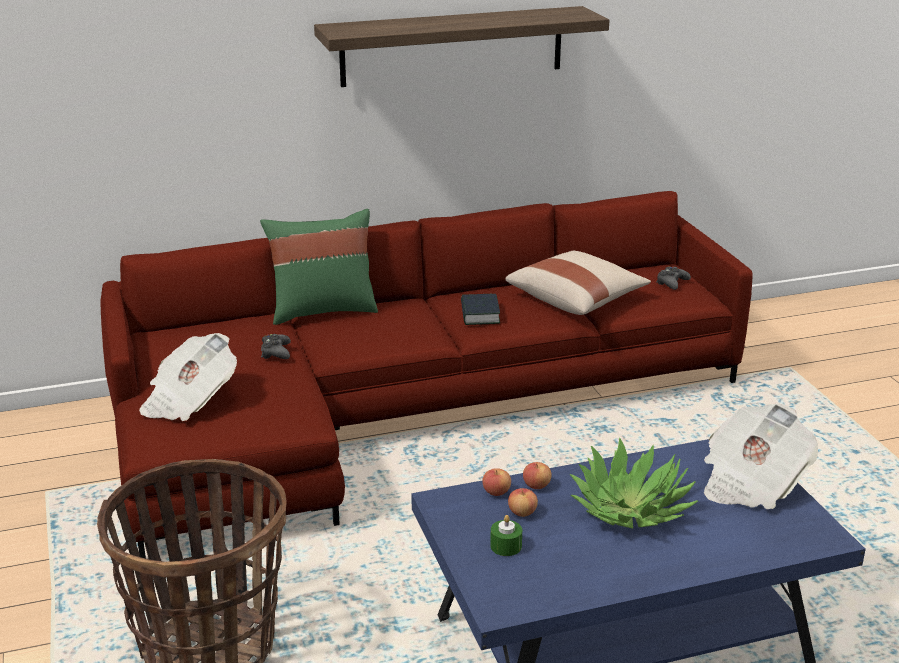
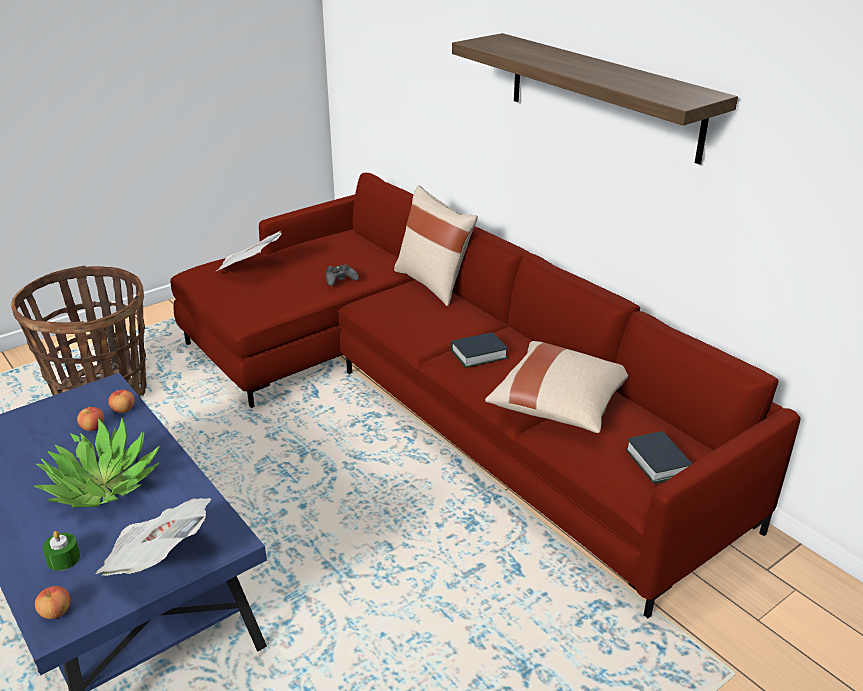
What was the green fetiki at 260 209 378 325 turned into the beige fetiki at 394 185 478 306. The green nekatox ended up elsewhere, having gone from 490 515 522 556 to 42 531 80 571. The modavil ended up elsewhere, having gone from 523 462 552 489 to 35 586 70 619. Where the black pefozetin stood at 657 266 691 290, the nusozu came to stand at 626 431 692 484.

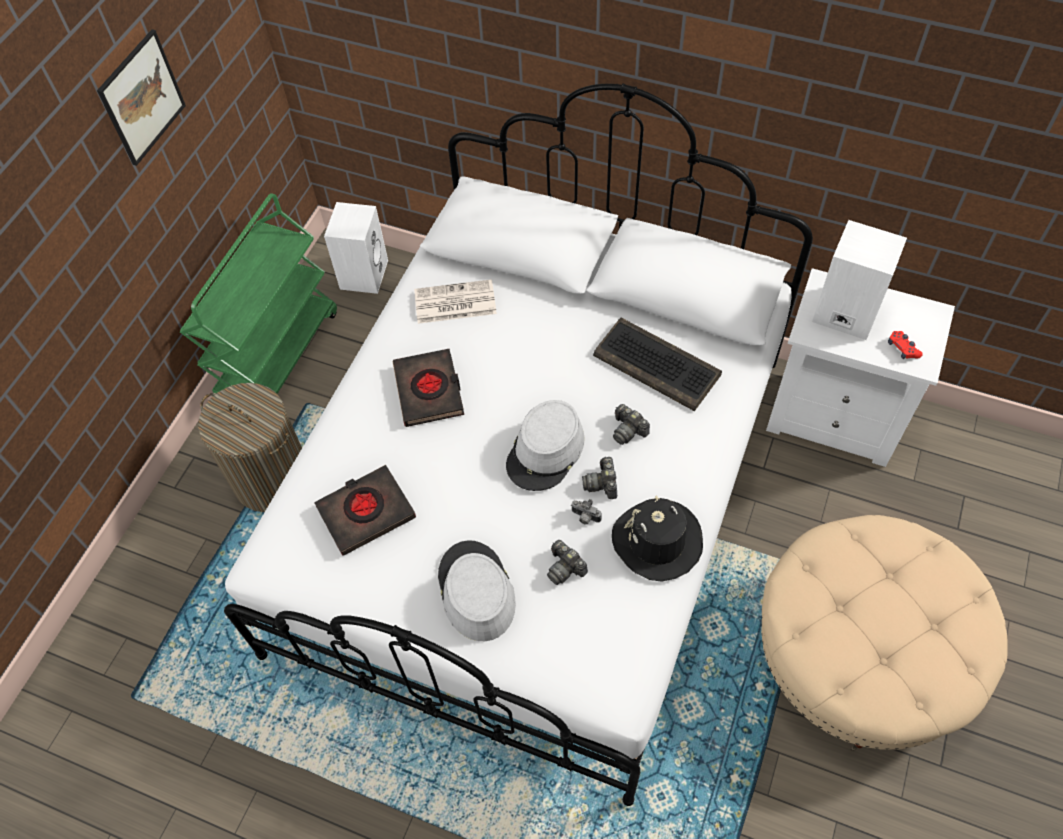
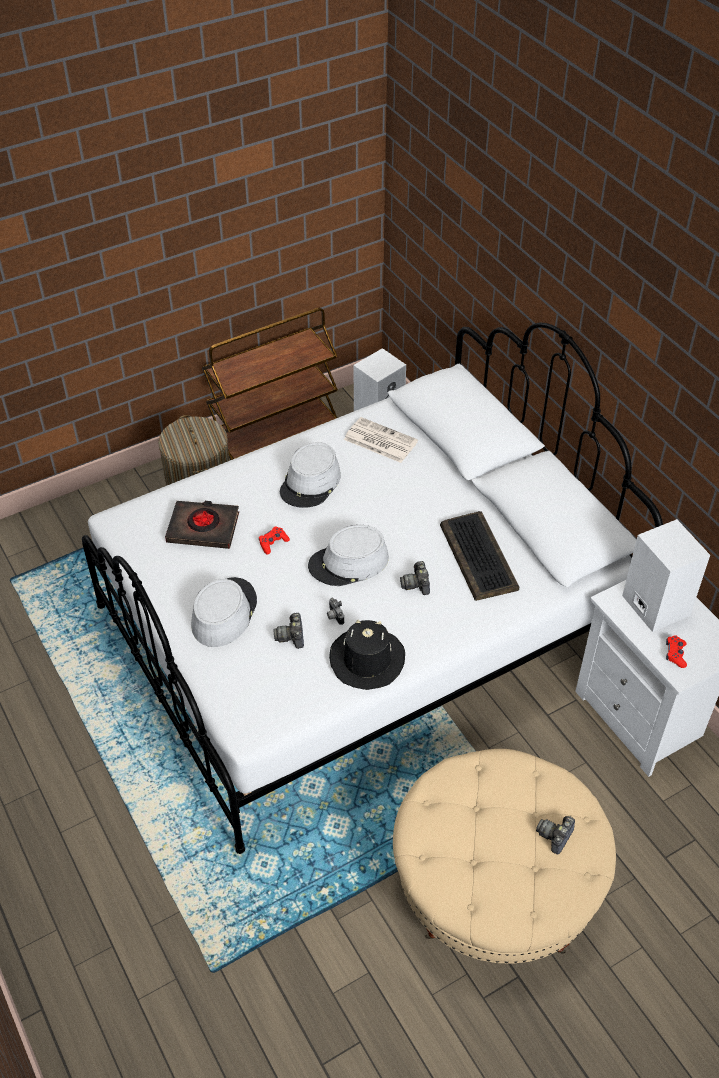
The second view lost the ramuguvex at 97 29 186 166. What was the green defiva at 180 193 337 396 turned into the brown defiva at 202 308 338 460. Where the black nusozu stood at 393 349 464 427, the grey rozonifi came to stand at 280 442 341 508. The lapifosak ended up elsewhere, having gone from 582 456 617 499 to 536 816 575 855. The second view gained the red pefozetin at 259 526 290 555.

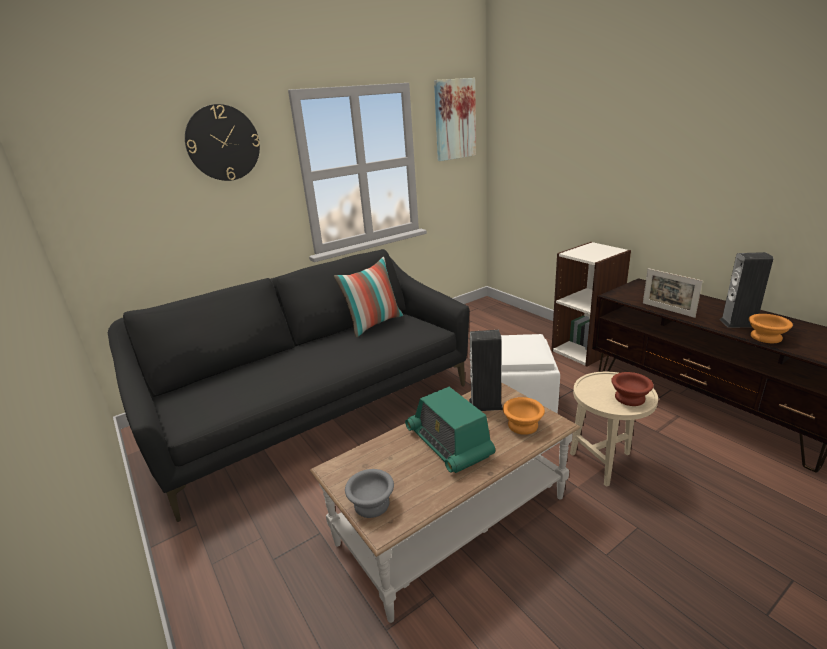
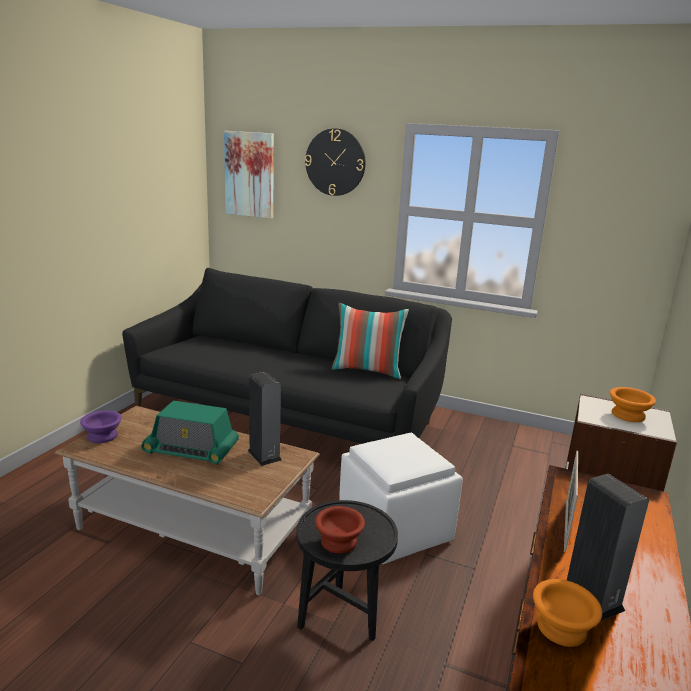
What was the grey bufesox at 345 469 394 518 turned into the purple bufesox at 80 410 122 443. The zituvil at 405 387 495 473 ended up facing another way, 105 degrees counterclockwise from before. The ramuguvex ended up elsewhere, having gone from 434 78 476 161 to 224 131 274 219. The orange bufesox ended up elsewhere, having gone from 503 397 545 435 to 610 387 656 422. What was the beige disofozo at 570 372 658 487 turned into the black disofozo at 297 500 398 641.

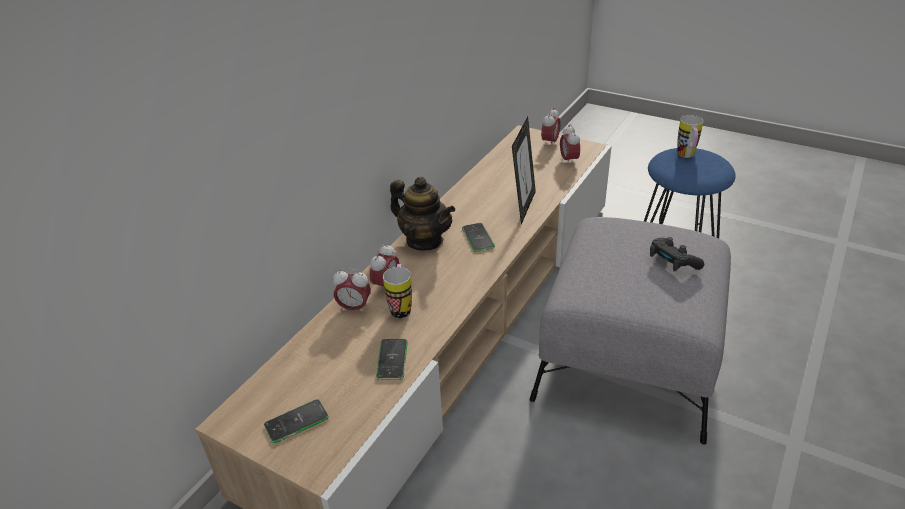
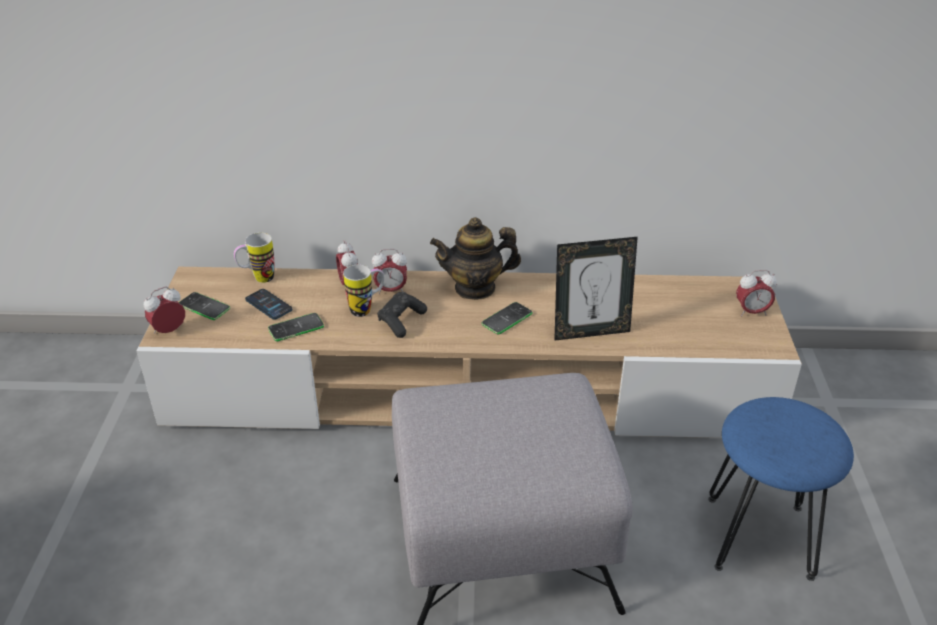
The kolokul at 390 177 455 251 ended up facing another way, 75 degrees clockwise from before. The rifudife ended up elsewhere, having gone from 560 124 580 166 to 144 286 185 333. The black pefozetin ended up elsewhere, having gone from 650 237 704 271 to 378 292 427 338. The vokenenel ended up elsewhere, having gone from 677 115 703 158 to 234 233 274 283. The second view gained the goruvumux at 245 289 293 320.

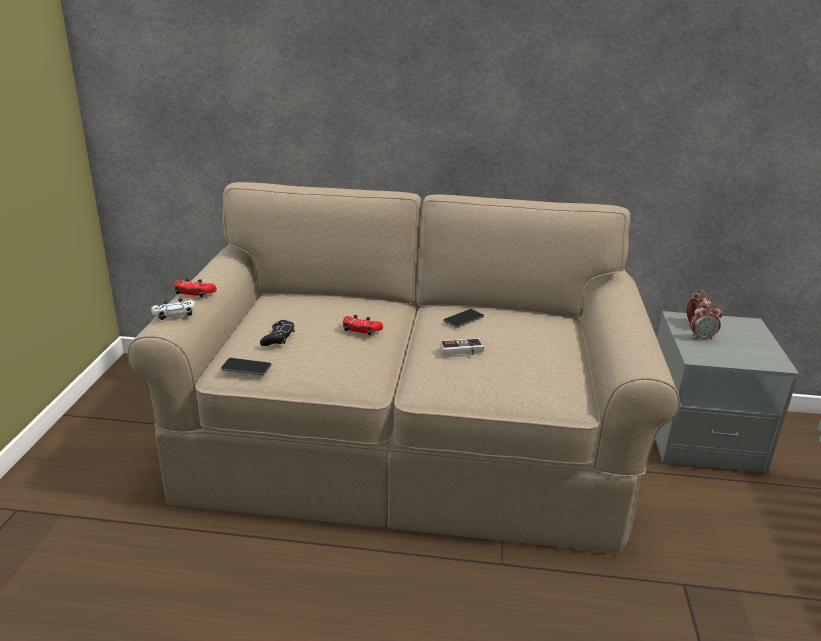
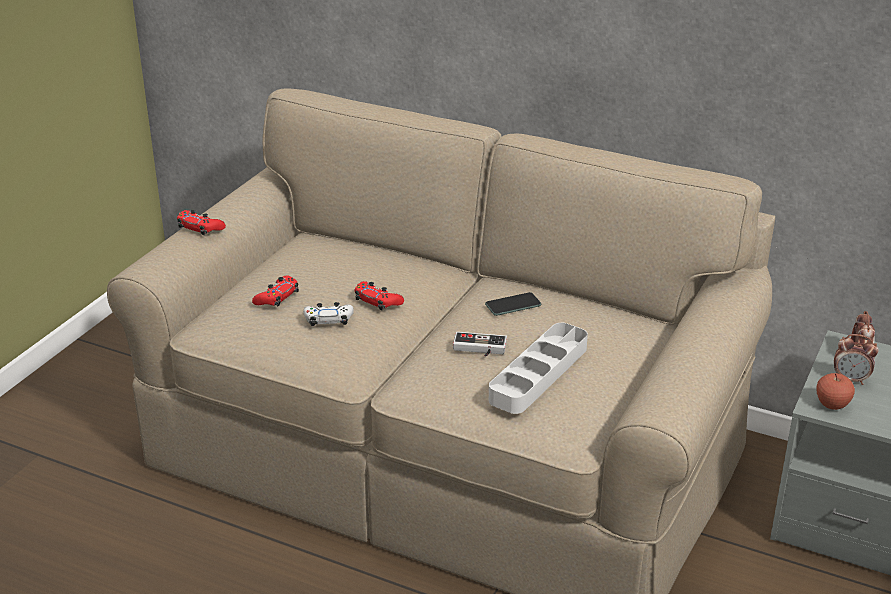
The white pefozetin ended up elsewhere, having gone from 151 299 195 320 to 303 302 354 326. The second view lost the goruvumux at 221 358 272 375. What was the black pefozetin at 260 320 295 346 turned into the red pefozetin at 252 275 299 306. The second view gained the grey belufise at 489 323 588 414. The second view gained the modavil at 817 373 855 410.

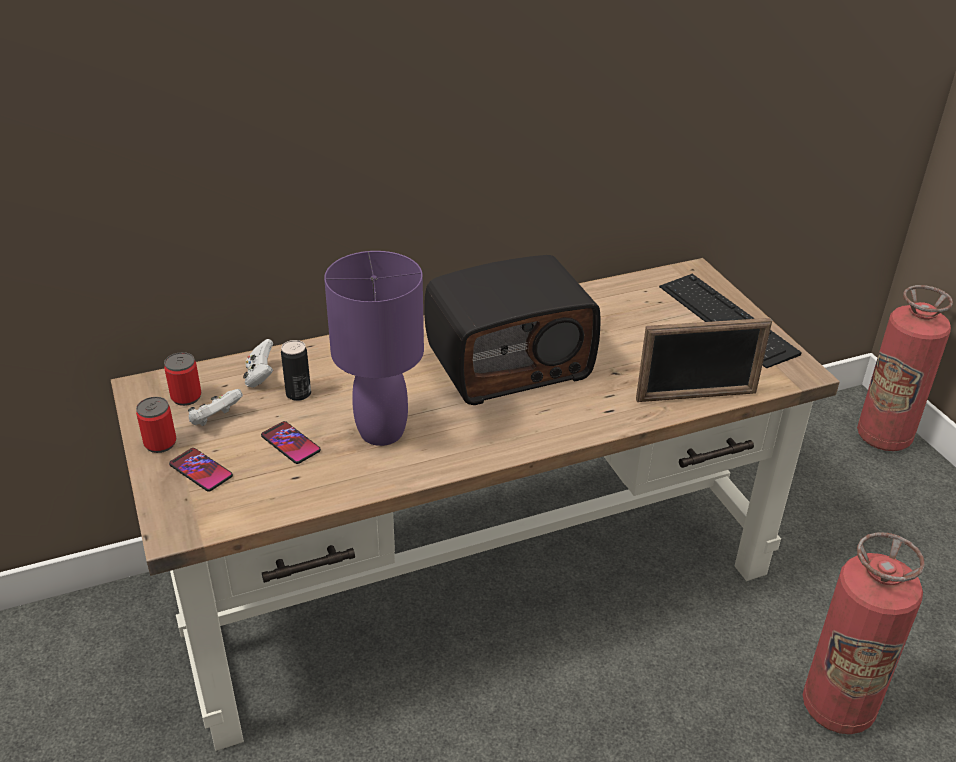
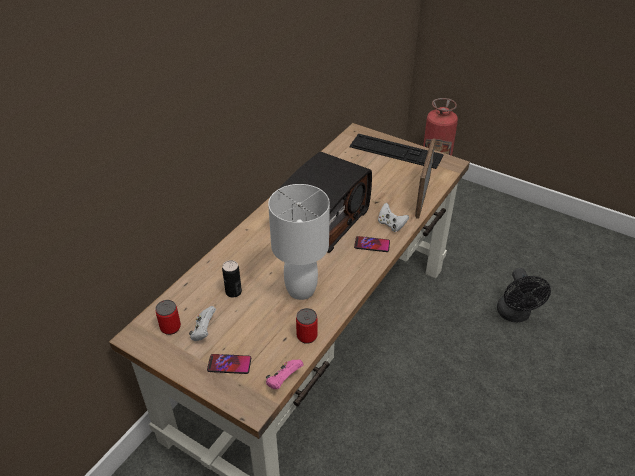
The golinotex ended up elsewhere, having gone from 136 397 176 453 to 296 308 318 344. The white pefozetin ended up elsewhere, having gone from 243 339 273 388 to 378 203 409 232. The goruvumux ended up elsewhere, having gone from 261 421 321 464 to 354 236 390 252. What was the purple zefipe at 324 251 424 446 turned into the white zefipe at 268 184 330 300. The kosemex at 636 318 772 402 ended up facing another way, 150 degrees clockwise from before. Where the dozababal stood at 803 532 925 734, the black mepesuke came to stand at 497 268 551 322. The second view gained the pink pefozetin at 266 360 304 389.

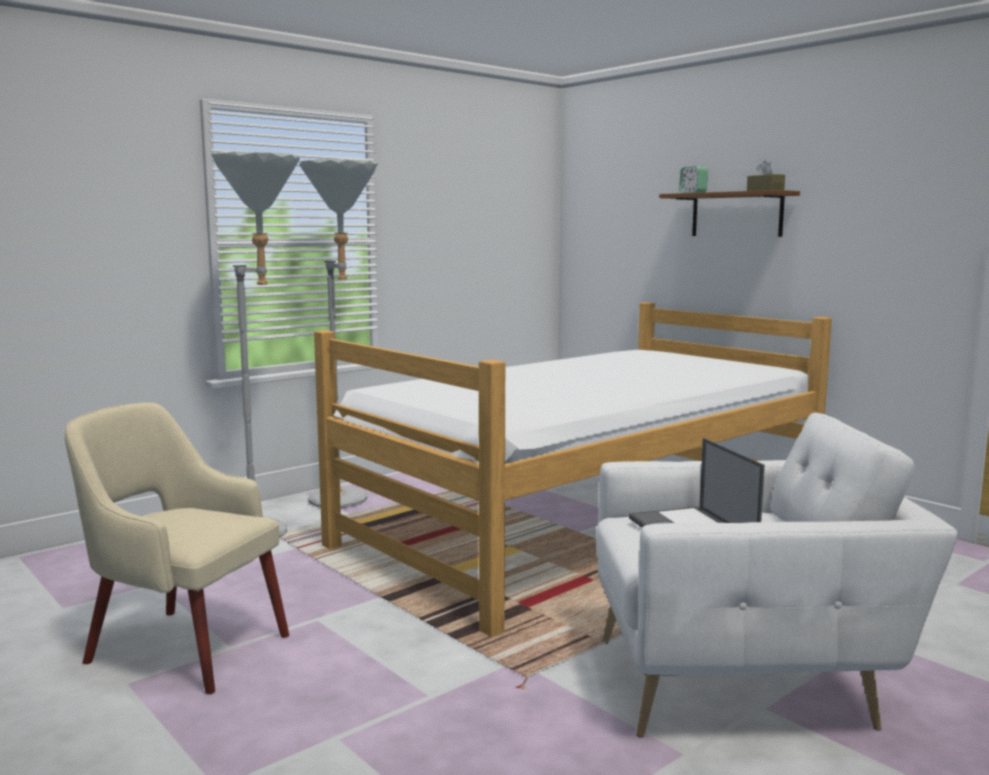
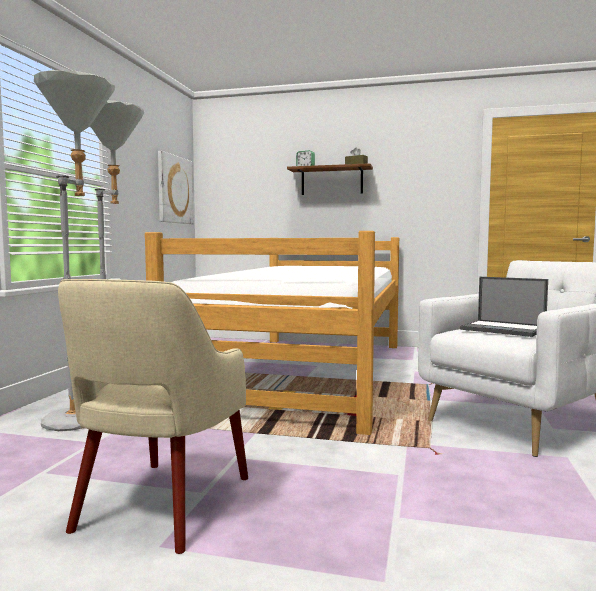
The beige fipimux at 65 402 289 694 ended up facing another way, 60 degrees counterclockwise from before. The second view gained the ramuguvex at 158 151 194 224.

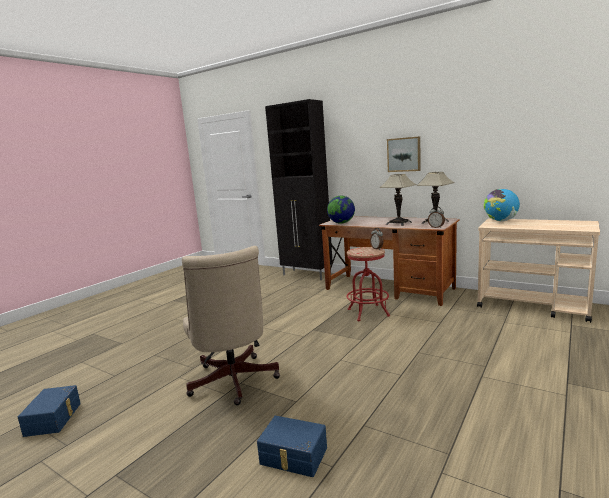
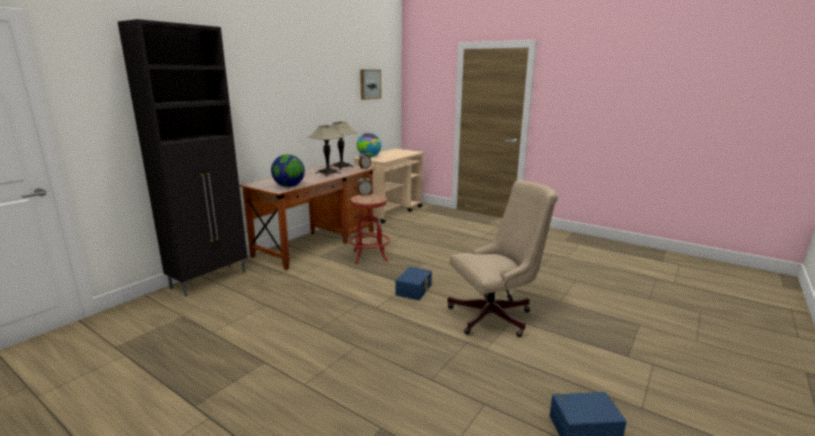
The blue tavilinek ended up elsewhere, having gone from 257 416 327 477 to 396 267 432 300. The ramuguvex ended up elsewhere, having gone from 387 136 421 172 to 360 70 381 100.

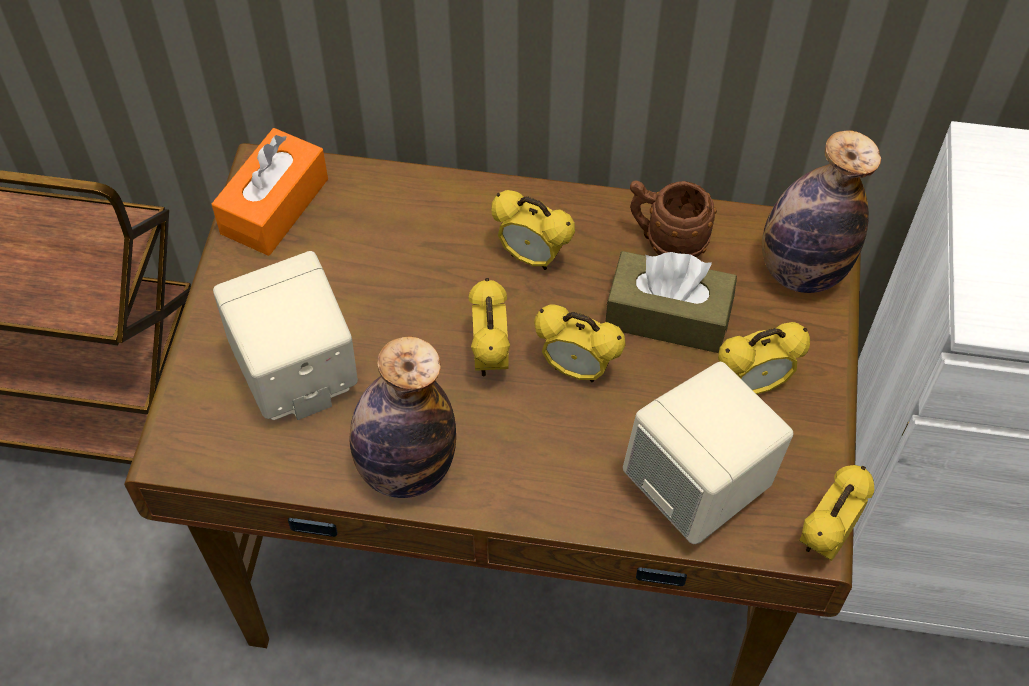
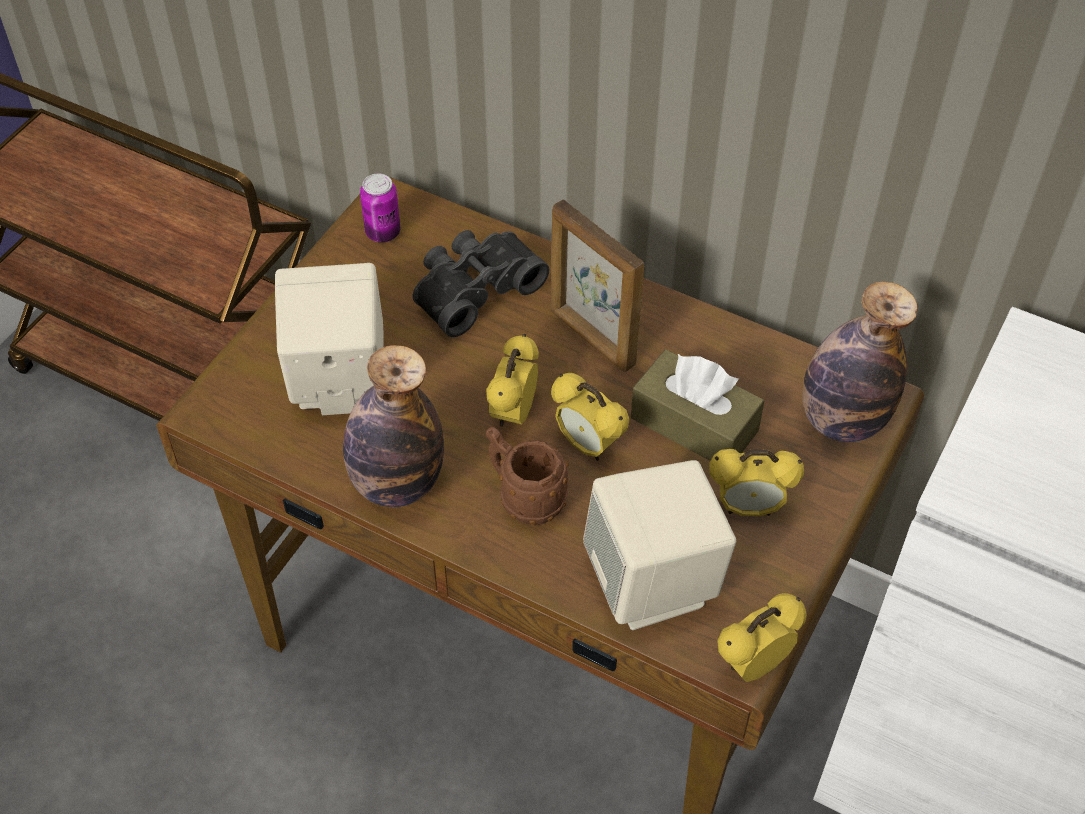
Where the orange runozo stood at 212 128 328 256, the golinotex came to stand at 360 174 401 242. Where the rifudife stood at 491 190 575 270, the kosemex came to stand at 551 199 644 372. The brown vokenenel ended up elsewhere, having gone from 630 181 717 257 to 486 427 569 525. The second view gained the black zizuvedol at 413 230 549 337.

